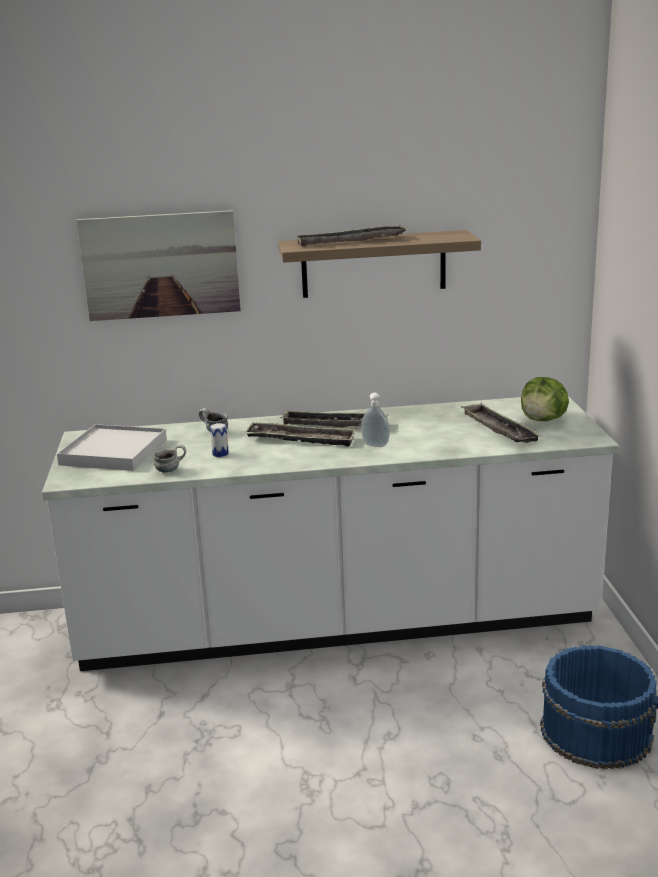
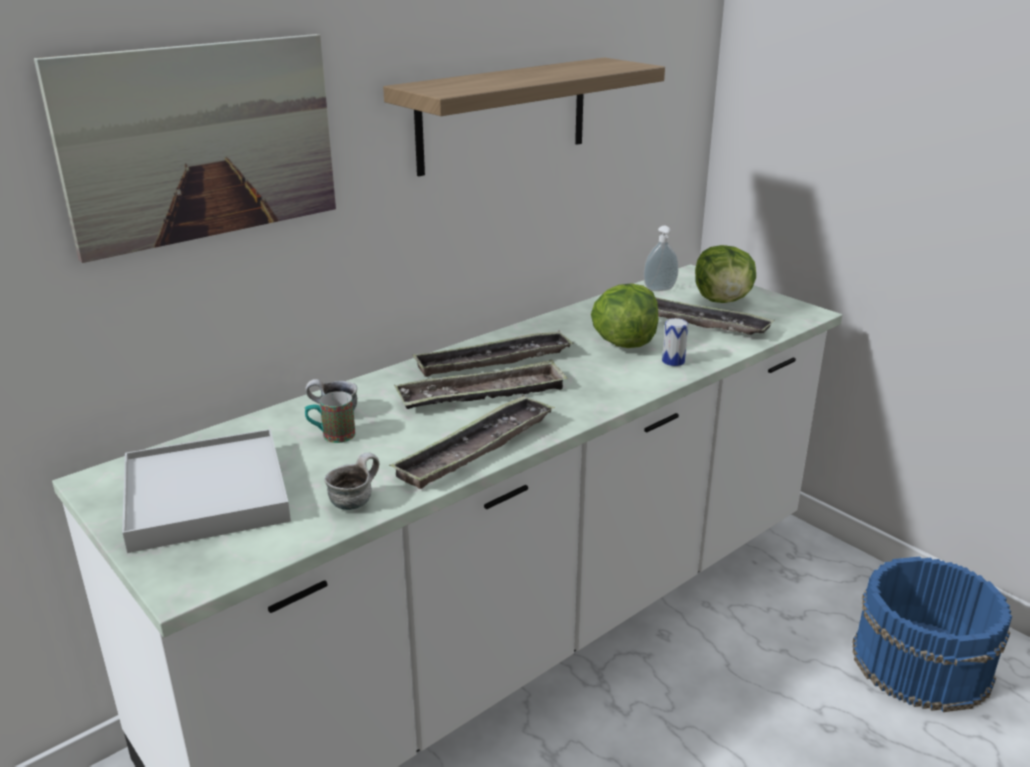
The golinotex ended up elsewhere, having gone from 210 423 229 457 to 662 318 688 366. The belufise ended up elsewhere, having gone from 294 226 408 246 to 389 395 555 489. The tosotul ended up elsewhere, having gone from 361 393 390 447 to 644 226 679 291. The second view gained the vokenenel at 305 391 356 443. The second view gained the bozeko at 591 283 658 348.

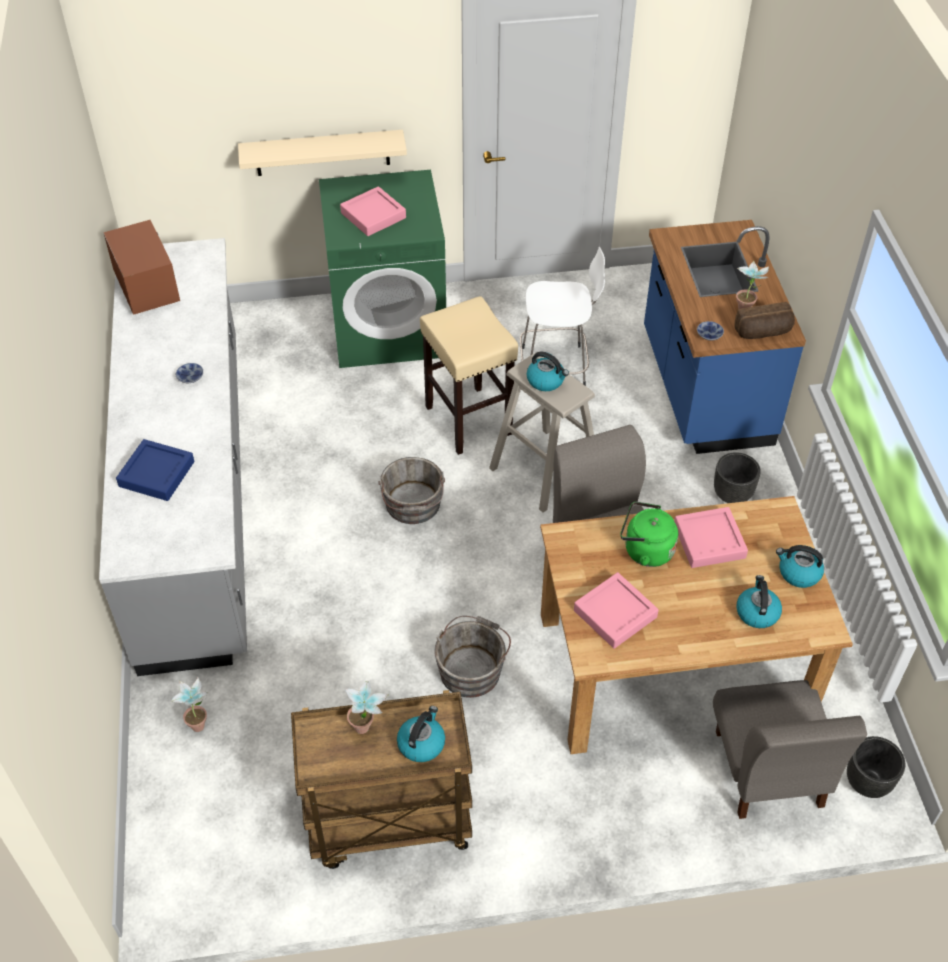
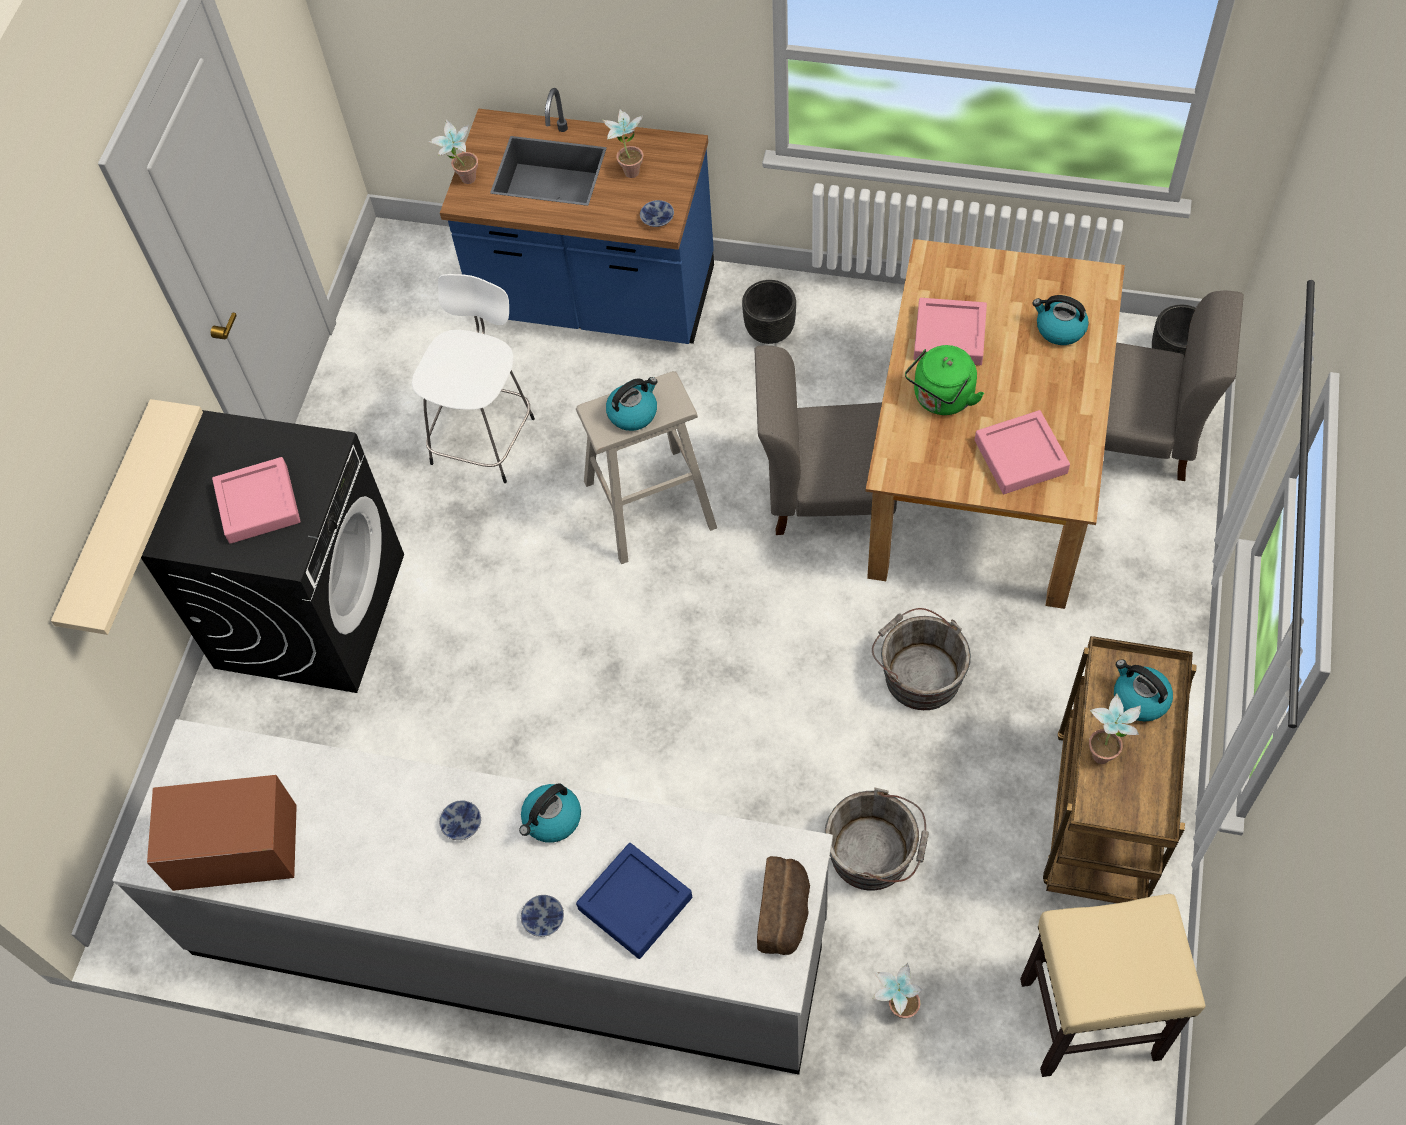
What was the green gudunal at 319 170 446 368 turned into the black gudunal at 141 410 404 693. The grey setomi ended up elsewhere, having gone from 378 457 445 524 to 825 788 929 890. The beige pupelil ended up elsewhere, having gone from 420 296 518 455 to 1020 894 1205 1077. The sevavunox ended up elsewhere, having gone from 734 302 795 339 to 757 856 810 955. The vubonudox ended up elsewhere, having gone from 776 545 824 588 to 519 783 581 843. The second view gained the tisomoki at 429 119 478 184. The second view gained the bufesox at 521 895 564 937.

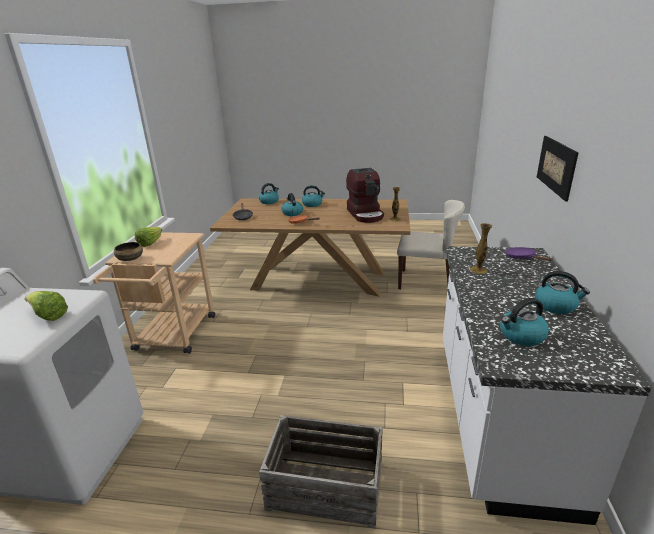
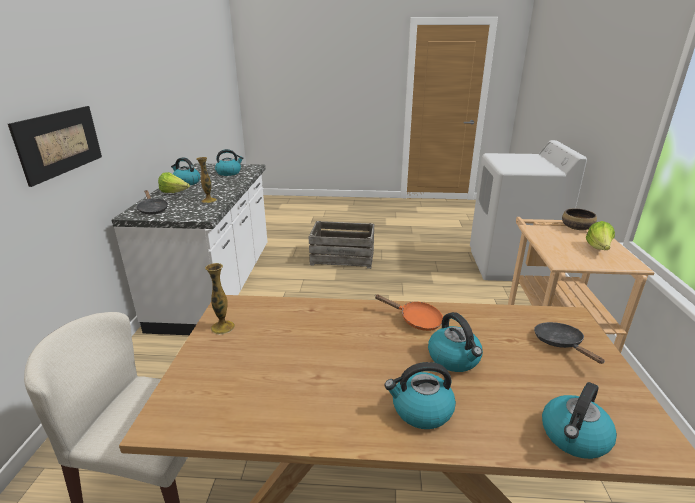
The bozeko ended up elsewhere, having gone from 24 291 68 321 to 158 172 190 193. The second view lost the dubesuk at 346 168 384 223. What was the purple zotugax at 505 247 553 261 turned into the black zotugax at 137 190 168 215.

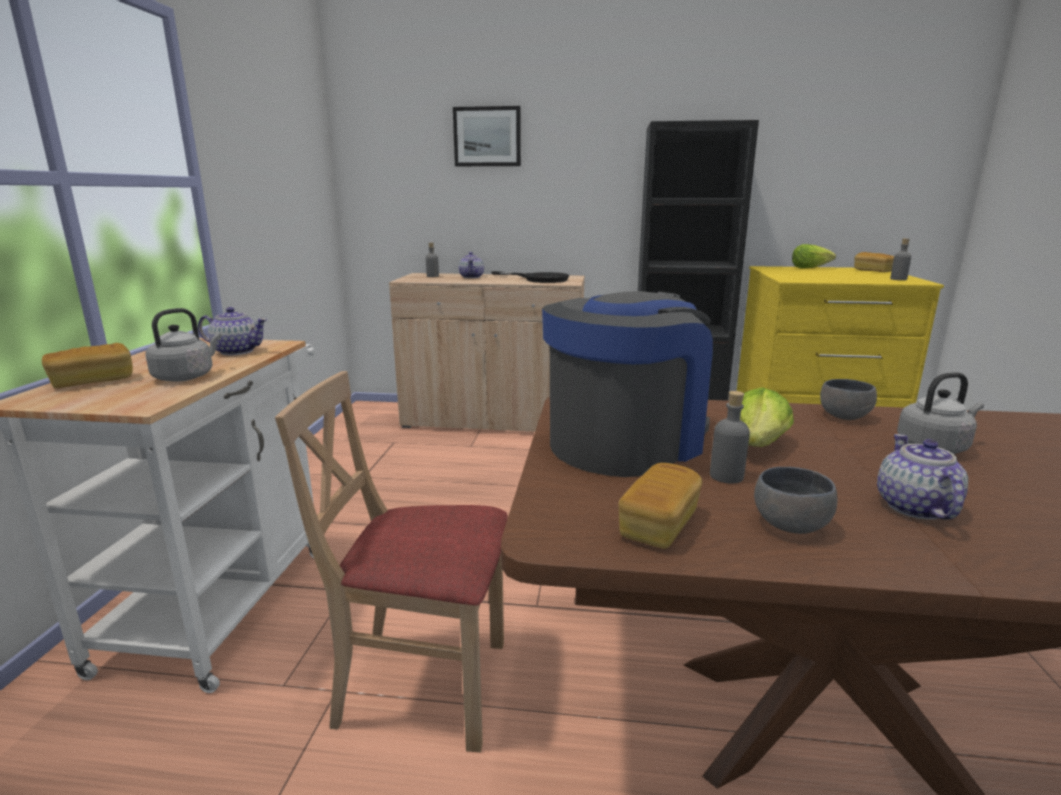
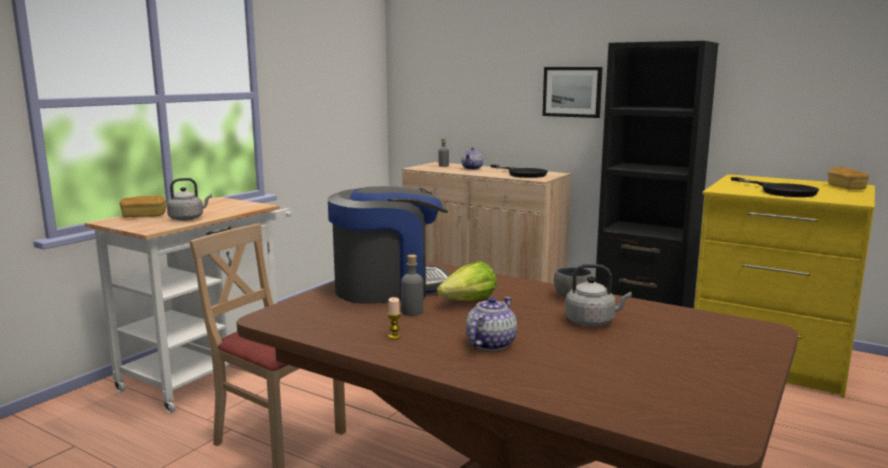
The second view lost the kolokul at 198 307 268 355. The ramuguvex ended up elsewhere, having gone from 453 106 521 166 to 542 67 603 118. The second view lost the sevavunox at 618 463 702 549. Where the grey bufesox stood at 754 467 837 534, the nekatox came to stand at 387 297 401 339. The second view lost the bozeko at 792 244 836 269. The second view lost the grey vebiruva at 890 238 912 280. The second view gained the black zotugax at 731 177 819 197.

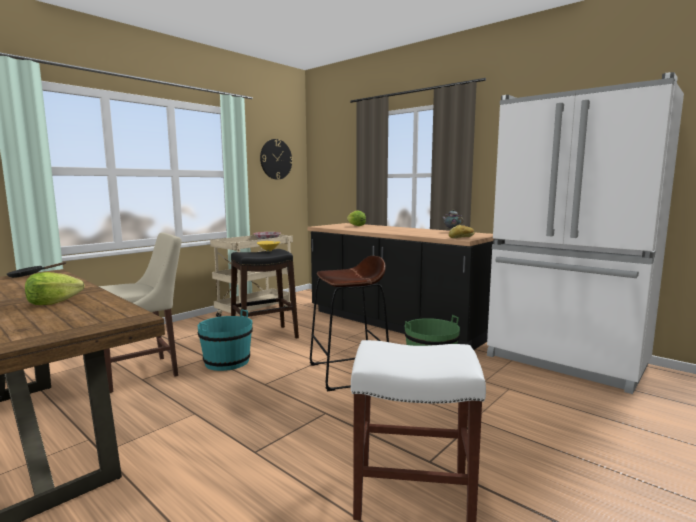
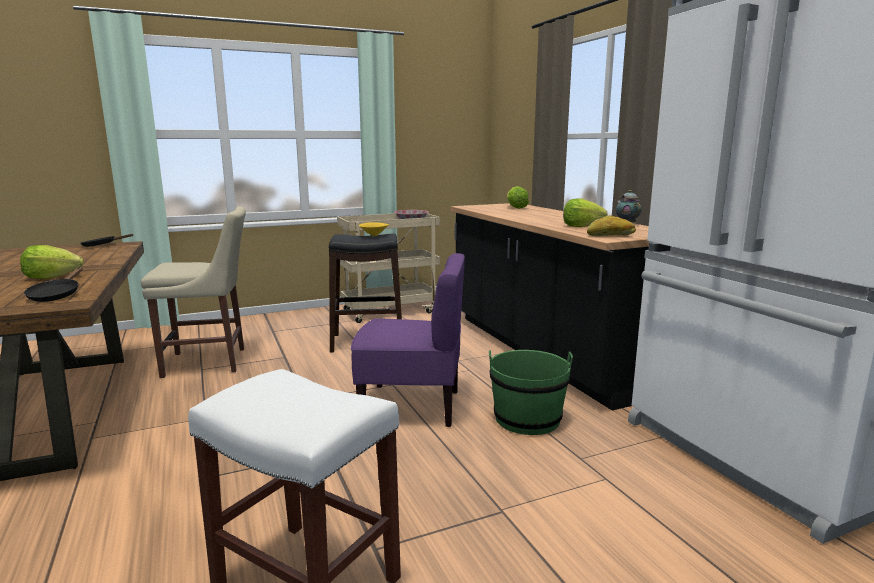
The second view lost the turquoise setomi at 198 309 253 371. The second view lost the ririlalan at 260 139 293 180. Where the brown pupelil stood at 310 256 389 391, the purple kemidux came to stand at 351 253 465 427. The second view gained the black zotugax at 24 267 83 302. The second view gained the bozeko at 563 199 608 227.

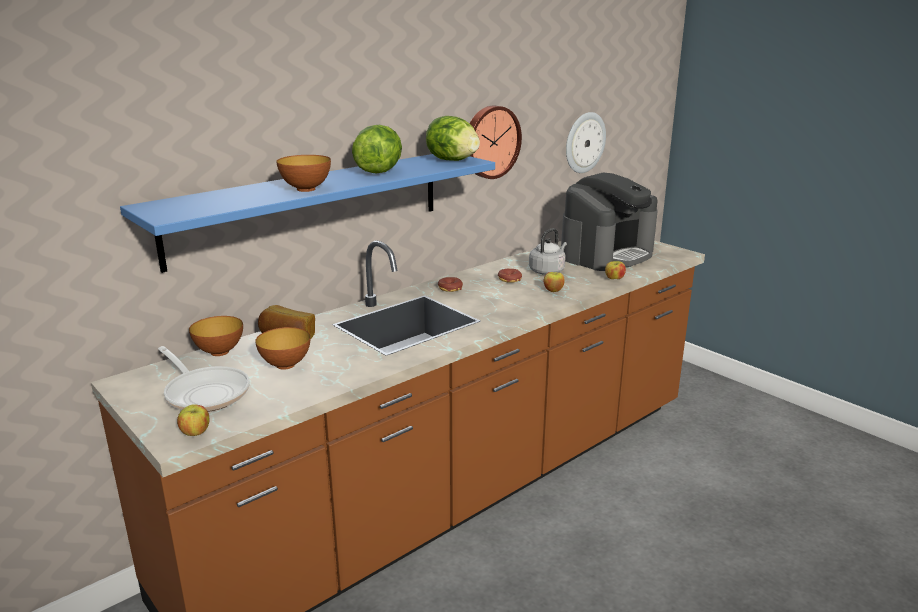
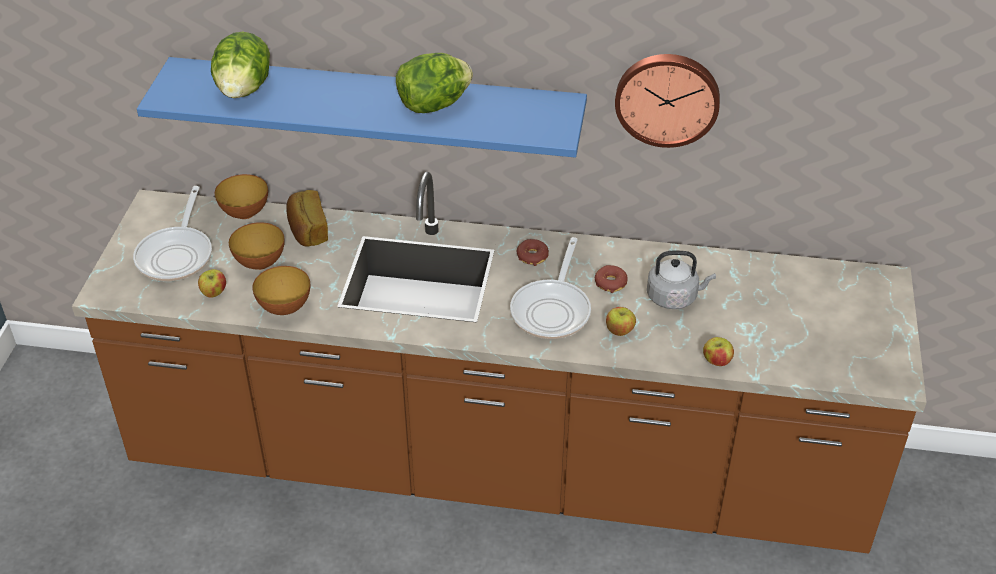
The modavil ended up elsewhere, having gone from 177 404 209 436 to 198 269 226 298. The bufesox ended up elsewhere, having gone from 277 155 331 192 to 252 266 310 315. The bozeko ended up elsewhere, having gone from 426 116 480 161 to 211 32 270 98. The second view lost the dubesuk at 561 173 658 271. The second view lost the ririlalan at 566 112 606 173. The second view gained the zotugax at 510 237 591 339.

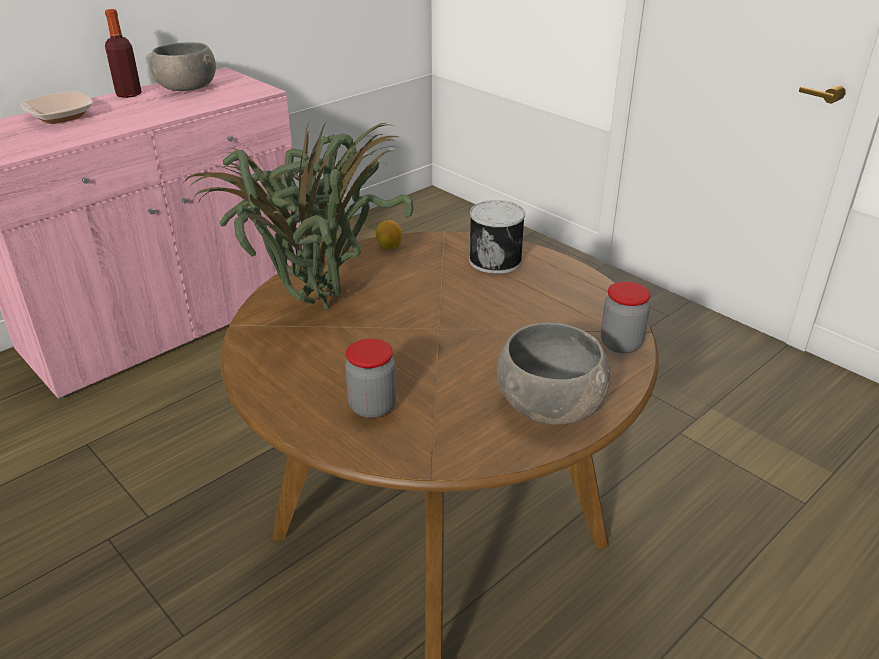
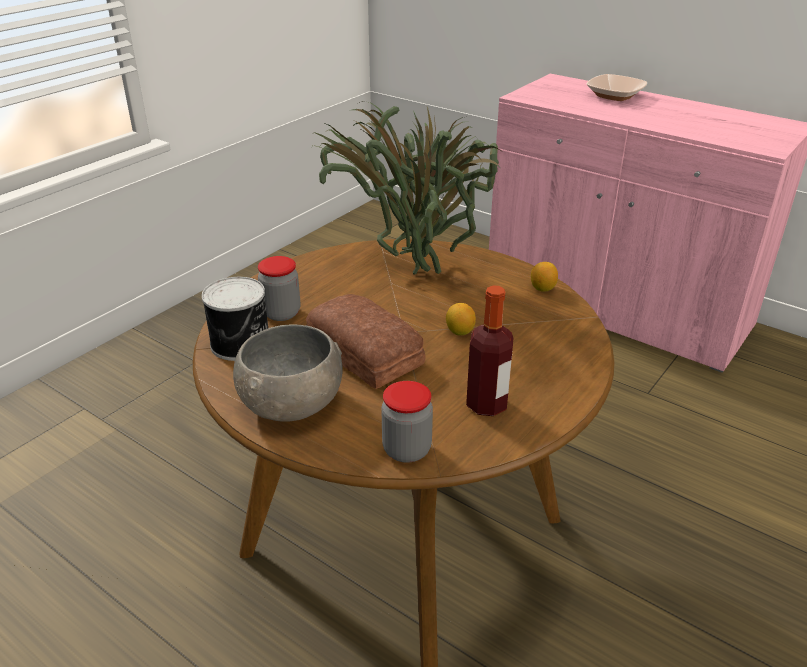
The vebiruva ended up elsewhere, having gone from 105 9 142 98 to 466 285 513 416. The second view lost the grey bufesox at 148 42 216 91. The golinotex ended up elsewhere, having gone from 469 200 525 274 to 202 277 268 361. The second view gained the sevavunox at 306 294 425 389. The second view gained the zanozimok at 446 303 476 335.

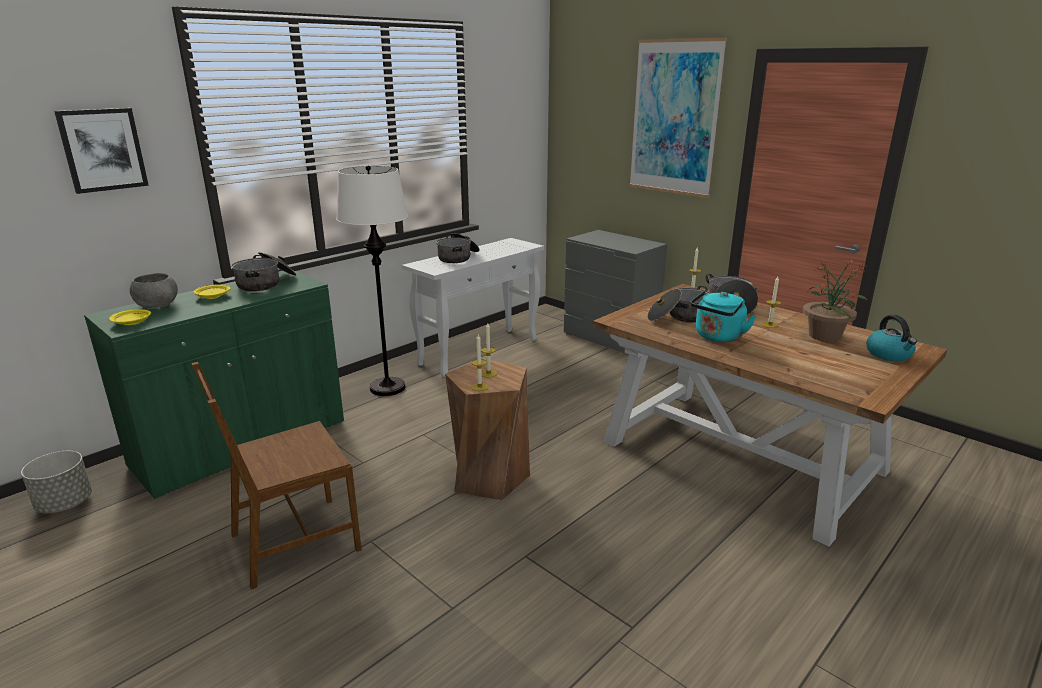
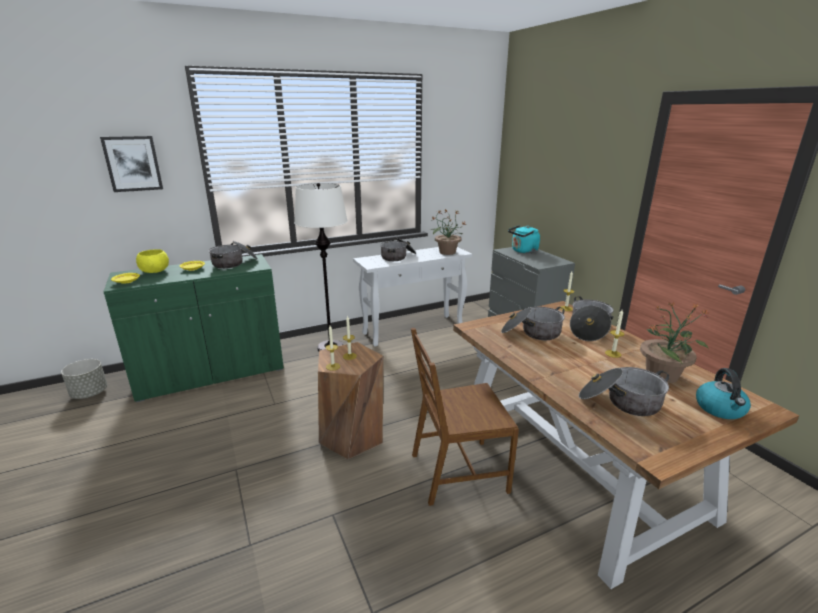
What was the grey bufesox at 130 273 178 308 turned into the yellow bufesox at 136 249 169 273. The brown kemidux ended up elsewhere, having gone from 192 362 362 590 to 411 328 519 506. The second view lost the ramuguvex at 629 38 727 198. The turquoise vubonudox ended up elsewhere, having gone from 690 291 756 342 to 508 225 540 253. The second view gained the tisomoki at 430 209 466 255. The second view gained the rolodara at 579 367 669 416.

